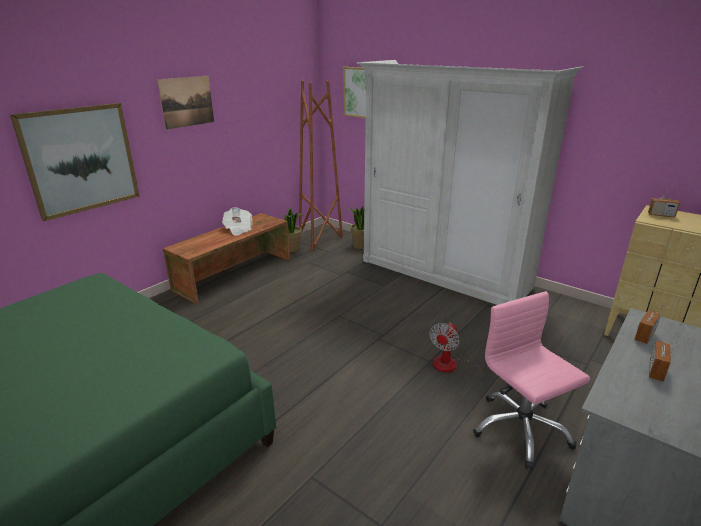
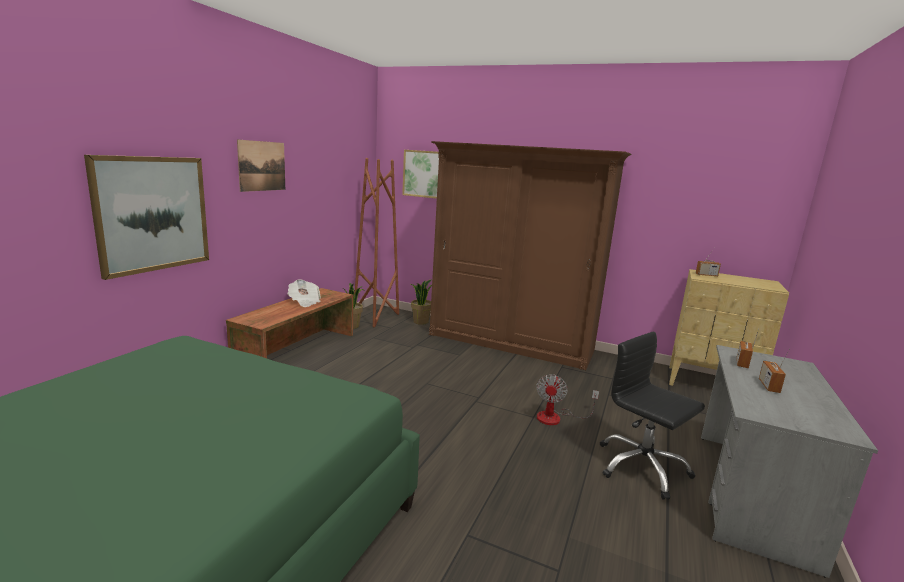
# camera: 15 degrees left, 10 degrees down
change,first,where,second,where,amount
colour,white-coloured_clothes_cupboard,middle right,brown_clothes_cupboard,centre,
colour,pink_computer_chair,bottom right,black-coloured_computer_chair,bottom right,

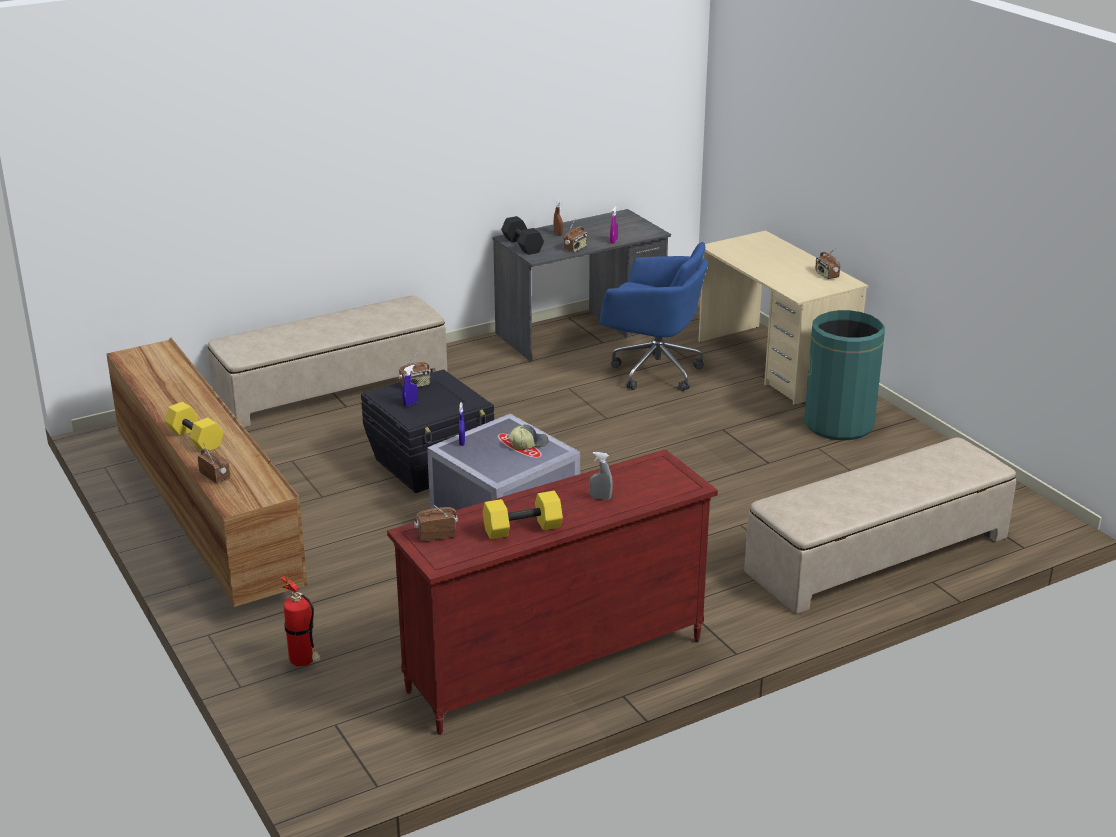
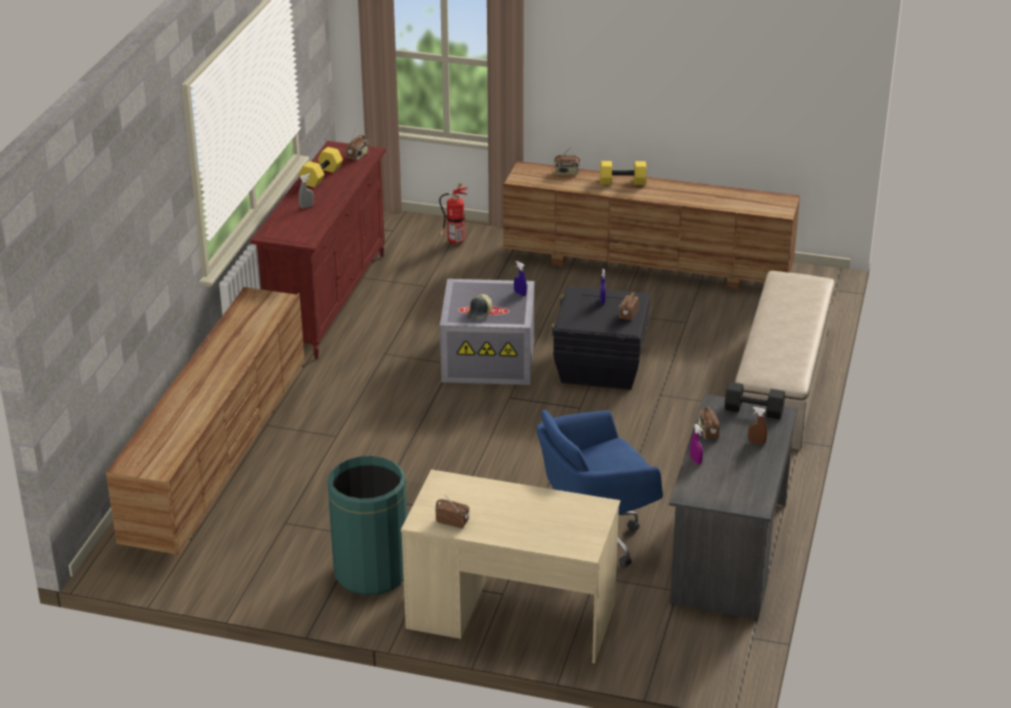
# camera: 135 degrees right, 5 degrees up
change,first,where,second,where,amount
exchanged,beige-coloured_bench (no. 2 from left),middle right,brown_cupboard (no. 1 from left),middle left,

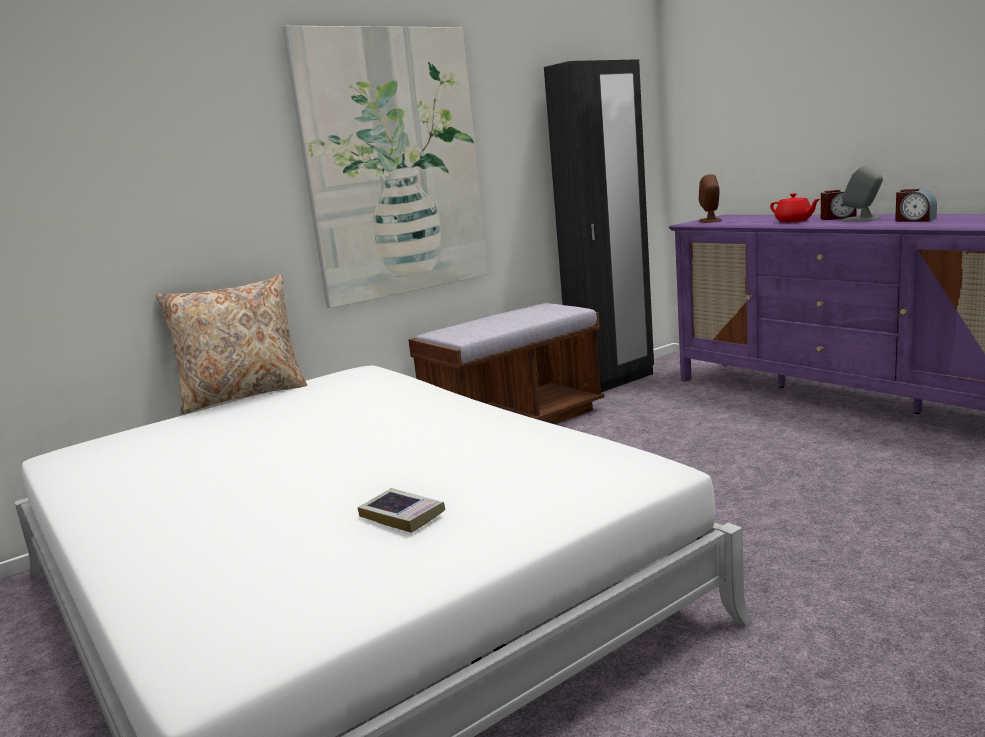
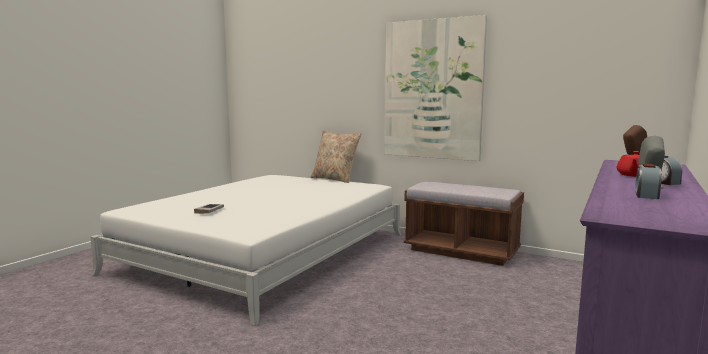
# camera: 65 degrees right, 5 degrees down
change,first,where,second,where,amount
missing,black-coloured_clothes_cupboard,top centre,,,

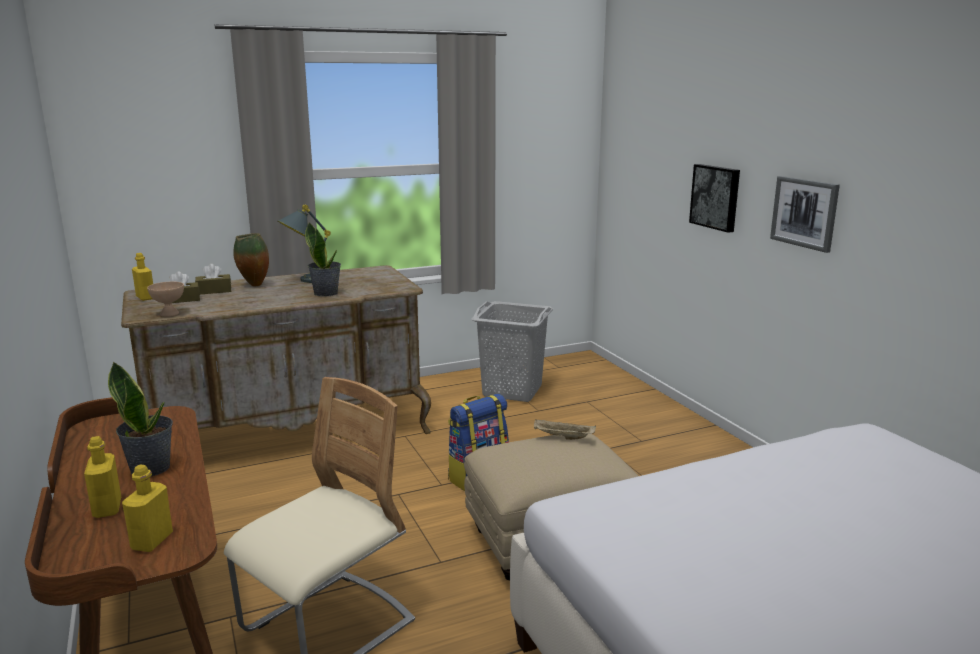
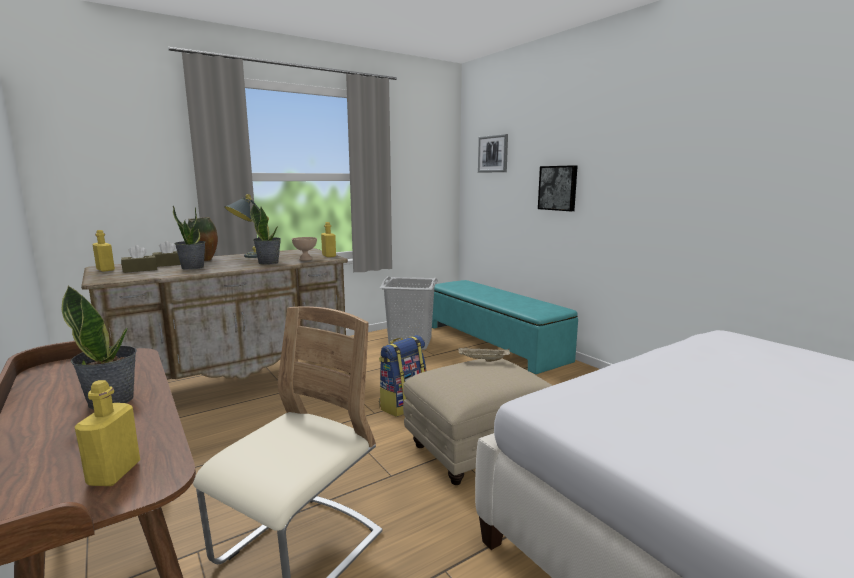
# camera: 10 degrees left, 5 degrees down
change,first,where,second,where,amount
appeared,,,plant_in_a_pot (no. 2 from left),middle left,
appeared,,,turquoise_bench,centre,
relocated,yellowish_drink_bottle (no. 1 from left in the first image),bottom left,yellowish_drink_bottle (no. 3 from left),centre,
relocated,beige-coloured_serving_bowl,middle left,,centre,
relocated,wall_picture (no. 2 from left in the first image),top right,wall_picture (no. 1 from left),top centre,

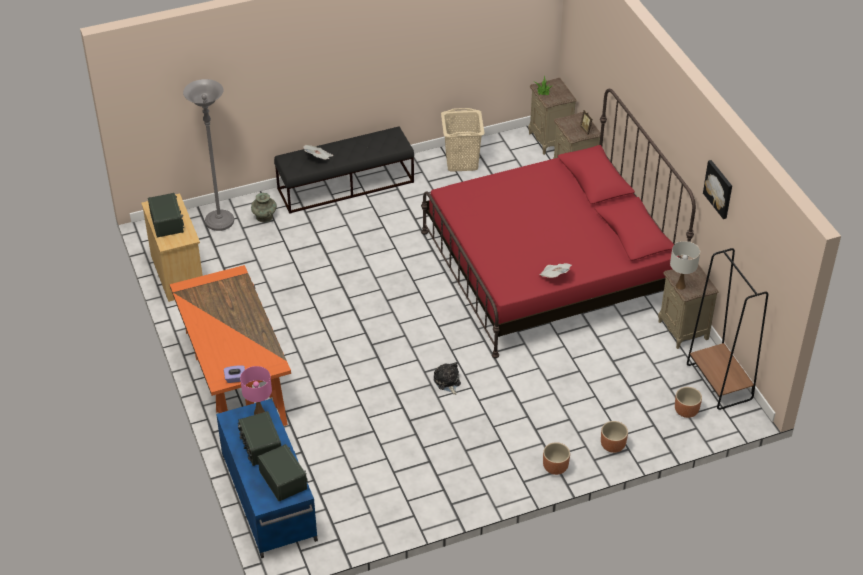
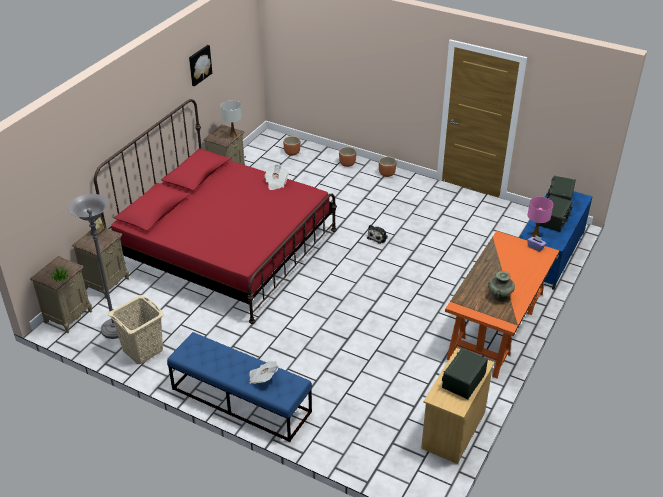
# camera: 130 degrees left, 5 degrees down
change,first,where,second,where,amount
missing,clothes_rack,middle right,,,
relocated,grey_standard_lamp,top left,,middle left,
relocated,turquoise_decorative_vase,middle left,,middle right,
colour,black-coloured_bench,top centre,blue-coloured_bench,bottom centre,

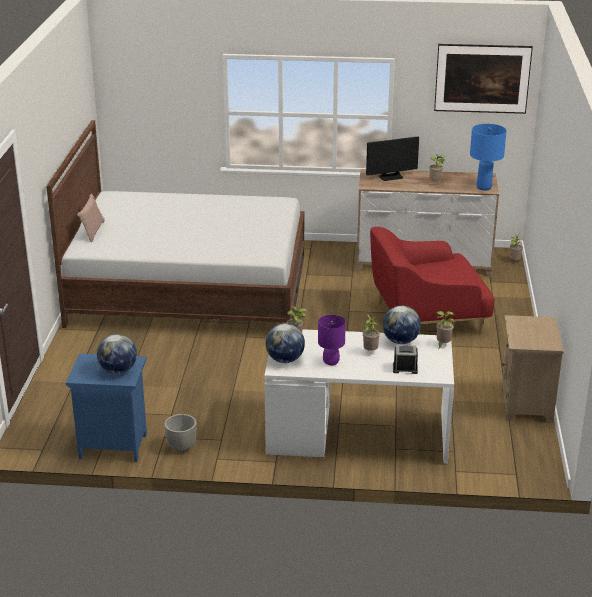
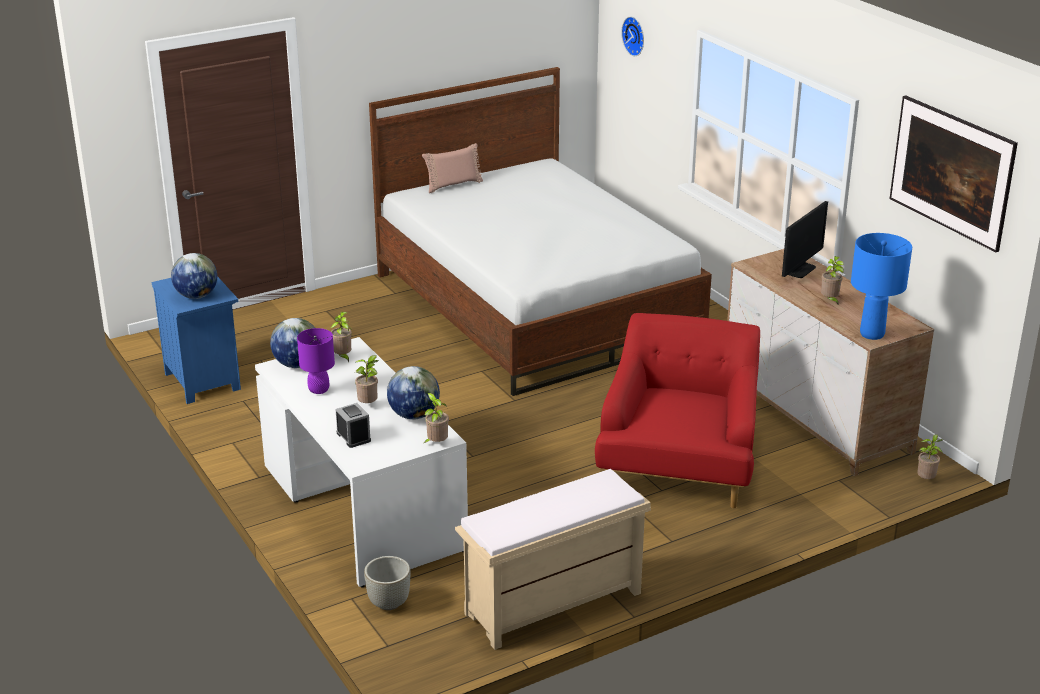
# camera: 55 degrees right, 0 degrees up
change,first,where,second,where,amount
appeared,,,wall_clock,top centre,
relocated,grey_flower_pot,bottom left,,bottom centre,
exchanged,beige-coloured_night_table,middle right,beige-coloured_bench,bottom centre,
spun,monitor,top centre,,middle right,90 degrees counterclockwise
spun,red-coloured_easy_chair,middle right,,centre,60 degrees clockwise

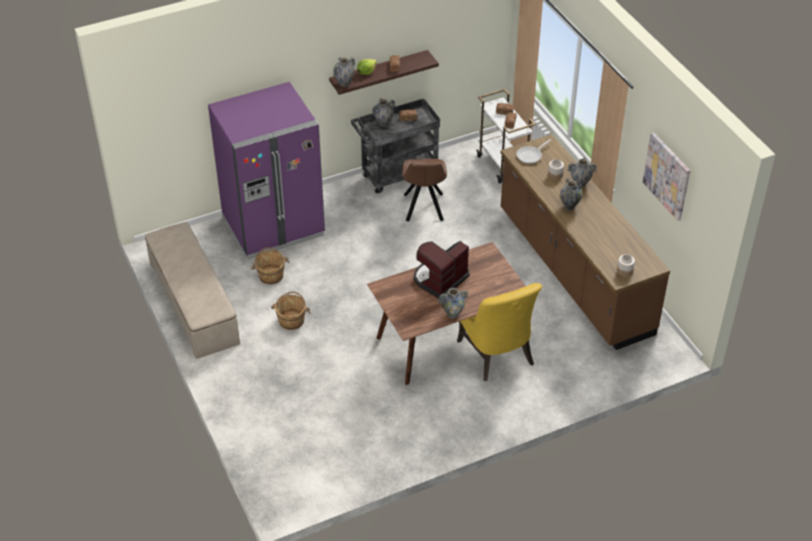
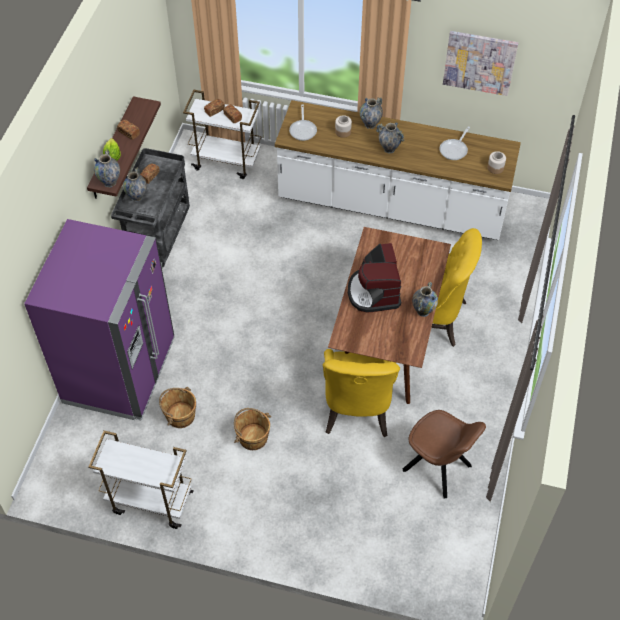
# camera: 50 degrees left, 10 degrees up
change,first,where,second,where,amount
appeared,,,yellowish_upright_chair (no. 1 from left),centre,
appeared,,,skillet (no. 2 from left),top right,
relocated,brown_upright_chair,centre,,bottom right,
exchanged,beige-coloured_bench,middle left,white-coloured_cart (no. 1 from left),bottom left,
colour,brown_counter,middle right,white-coloured_counter,top centre,

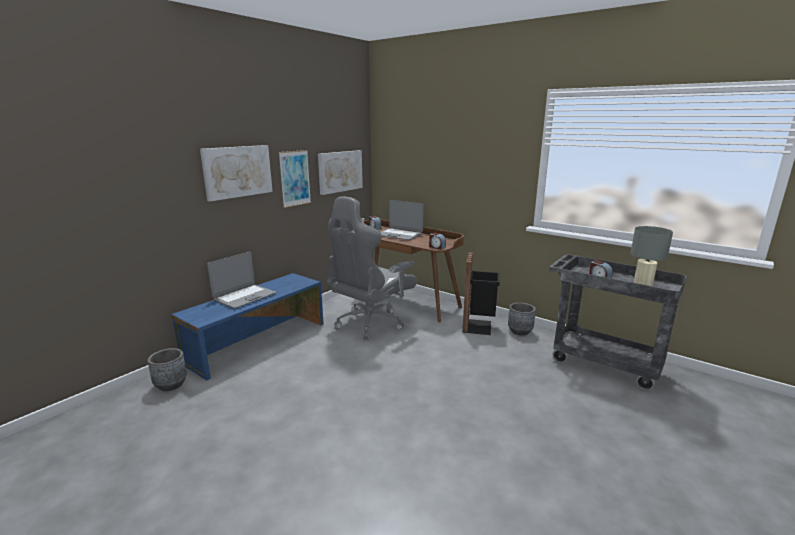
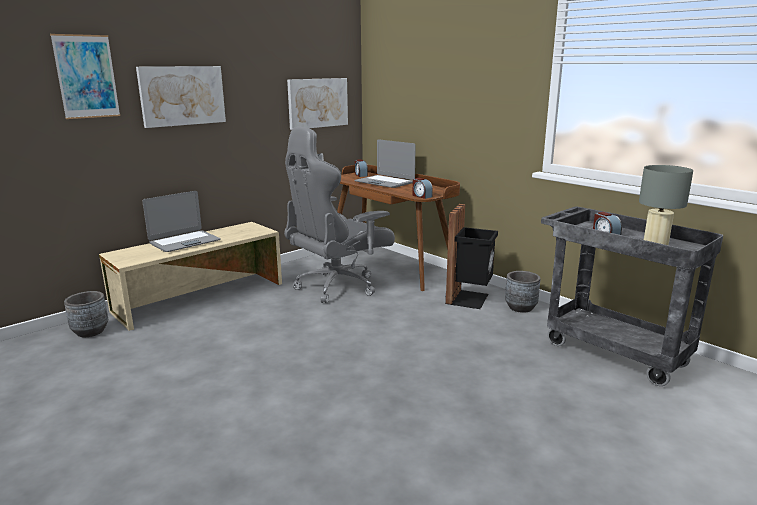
# camera: 10 degrees right, 0 degrees up
change,first,where,second,where,amount
relocated,wall_picture (no. 2 from left in the first image),centre,wall_picture (no. 1 from left),top left,
colour,blue-coloured_bench,middle left,beige-coloured_bench,middle left,

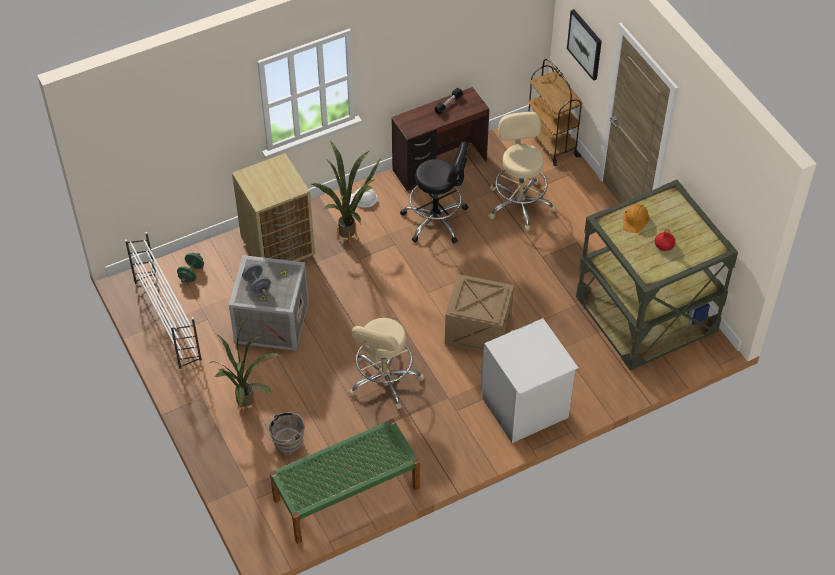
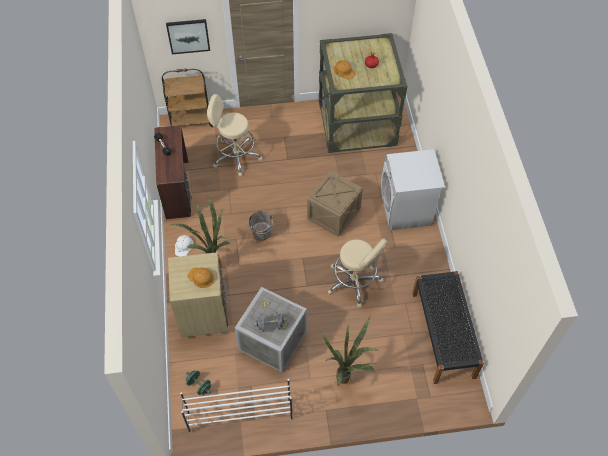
# camera: 70 degrees left, 5 degrees up
change,first,where,second,where,amount
missing,black-coloured_sitting_stool,centre,,,
appeared,,,orangey_work_helmet (no. 1 from left),middle left,
relocated,brown_bucket,bottom centre,,centre,
colour,green_bench,bottom centre,black-coloured_bench,bottom right,

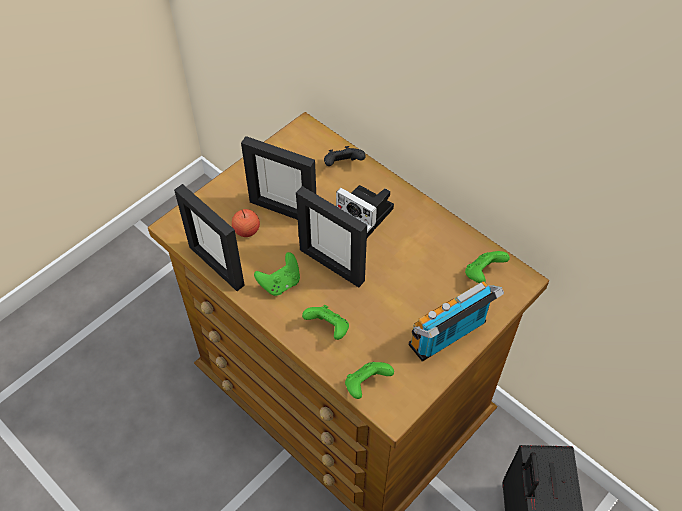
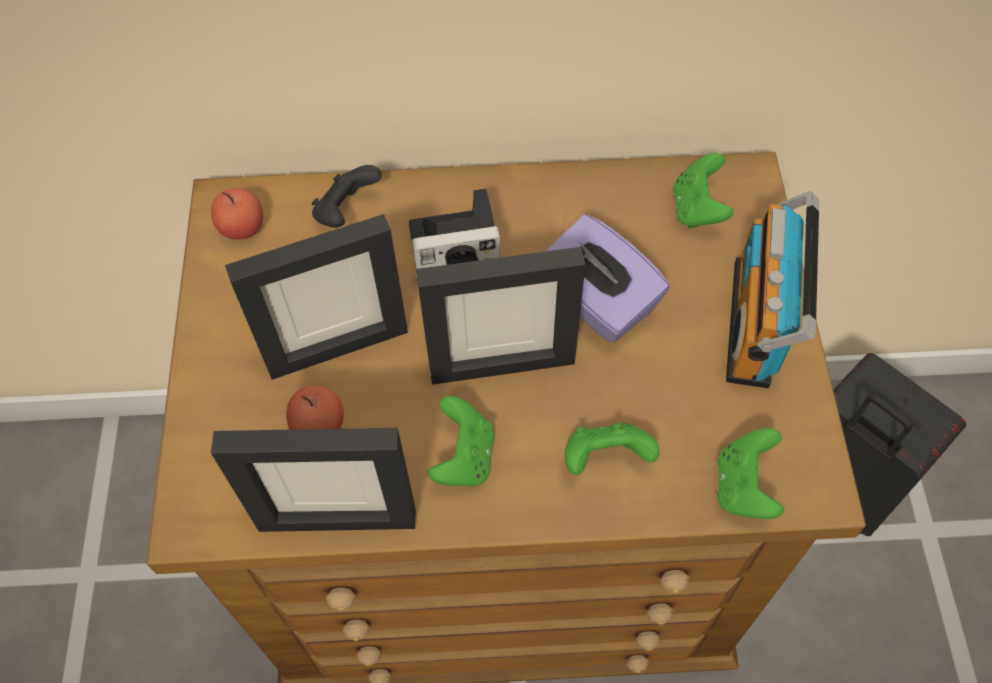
# camera: 45 degrees left, 5 degrees up
change,first,where,second,where,amount
appeared,,,apple_fruit (no. 1 from left),top left,
appeared,,,purplish_box_of_tissues,centre,

